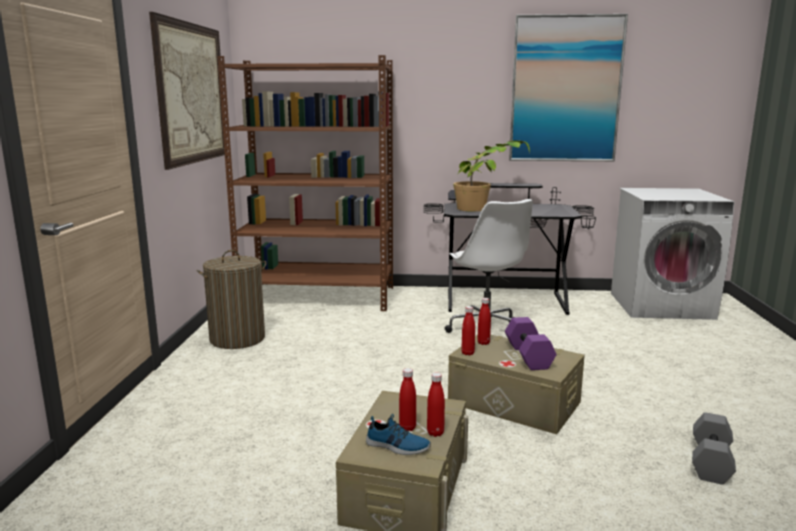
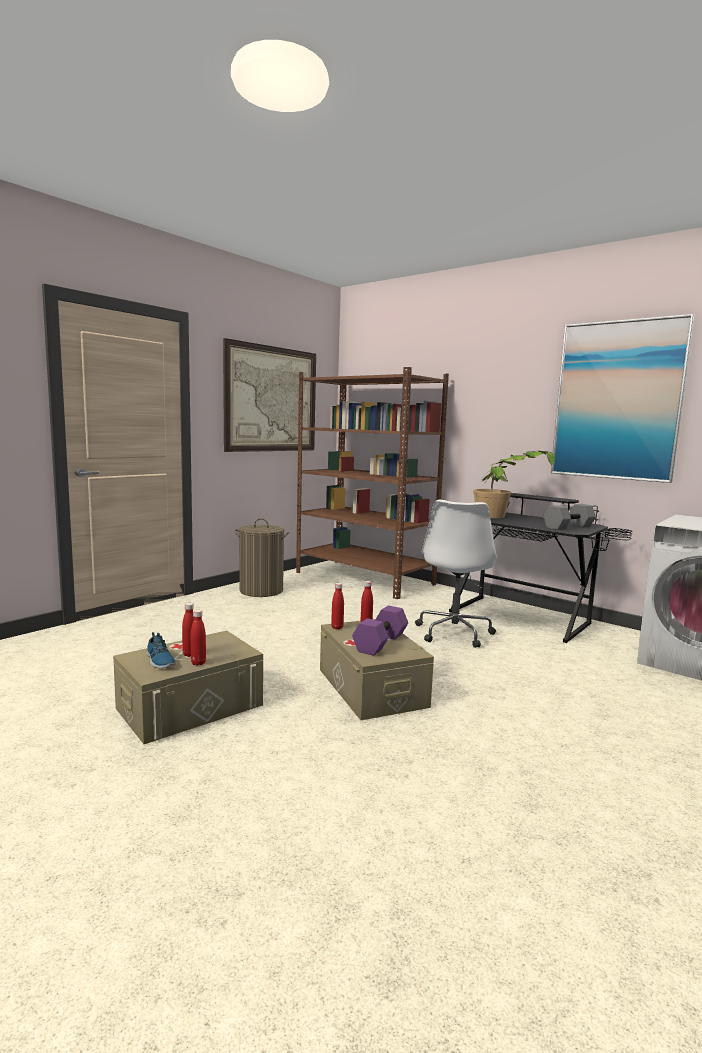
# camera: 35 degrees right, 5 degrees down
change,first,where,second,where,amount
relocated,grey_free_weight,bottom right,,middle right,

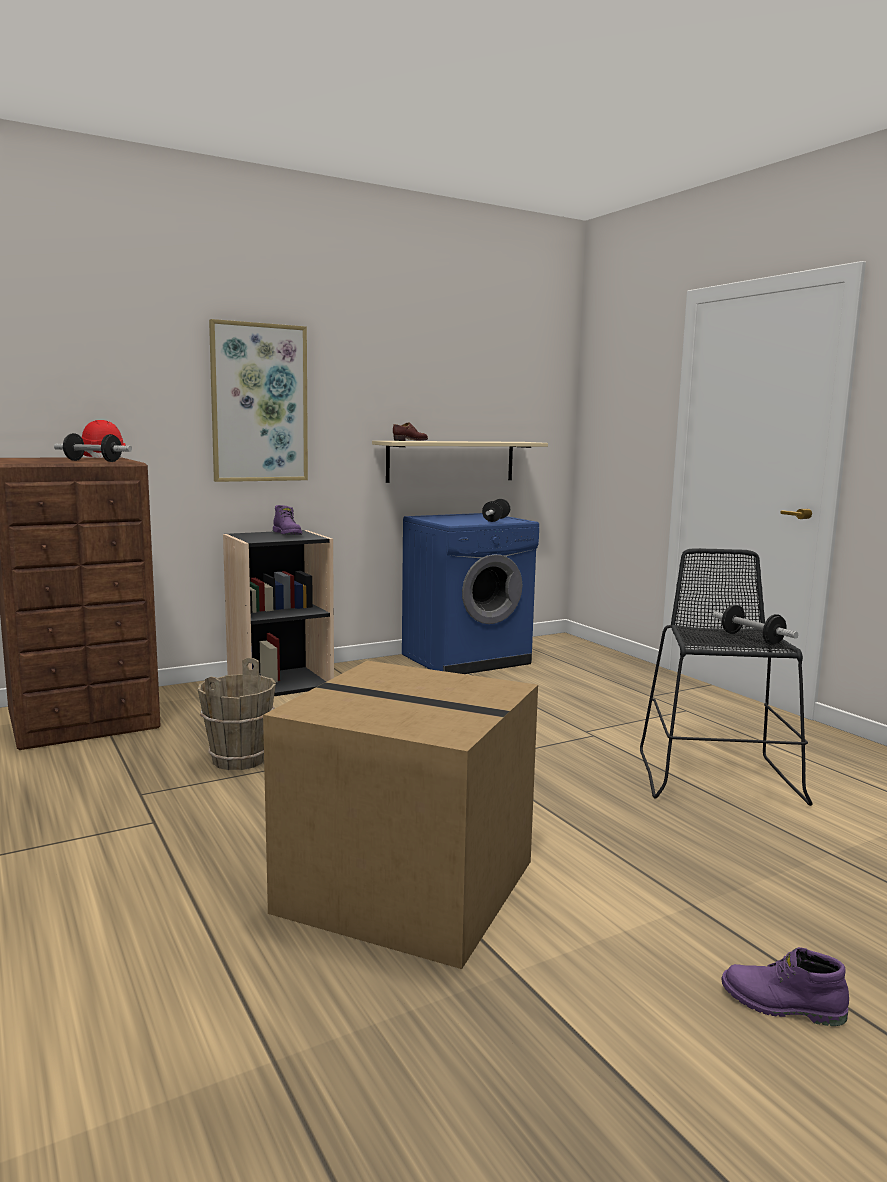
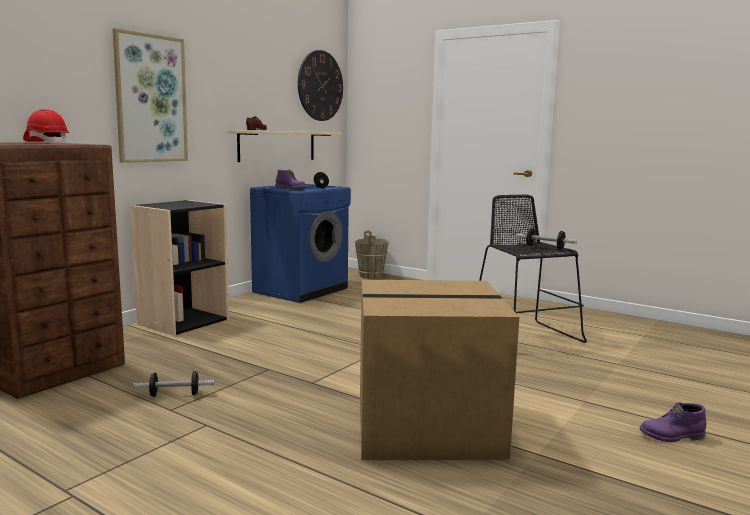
# camera: 25 degrees left, 0 degrees up
change,first,where,second,where,amount
appeared,,,wall_clock,top centre,
relocated,free_weight (no. 1 from left),middle left,,bottom left,
relocated,brown_bucket,middle left,,centre,
relocated,purplish_tall_boot (no. 1 from left),middle left,,centre,

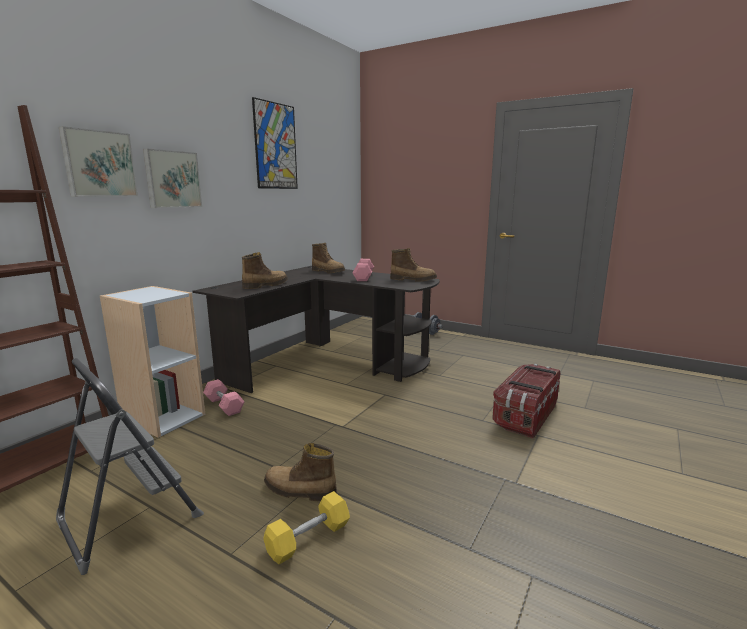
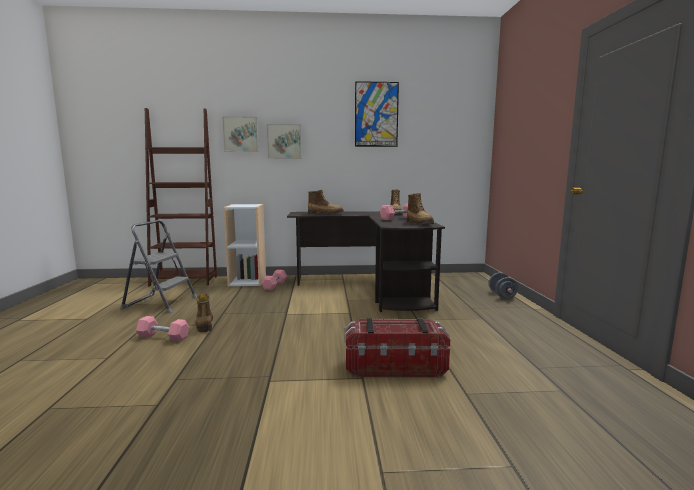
# camera: 55 degrees right, 5 degrees down
change,first,where,second,where,amount
colour,yellowish_free_weight,bottom centre,pink_free_weight (no. 1 from left),bottom left,

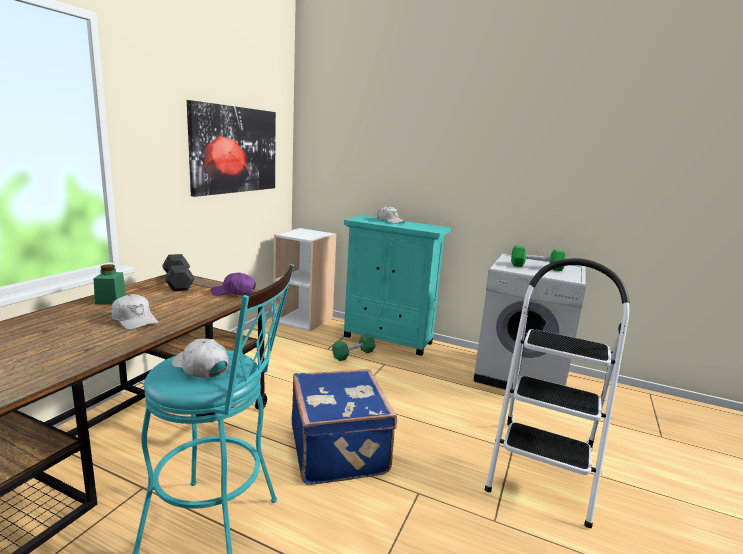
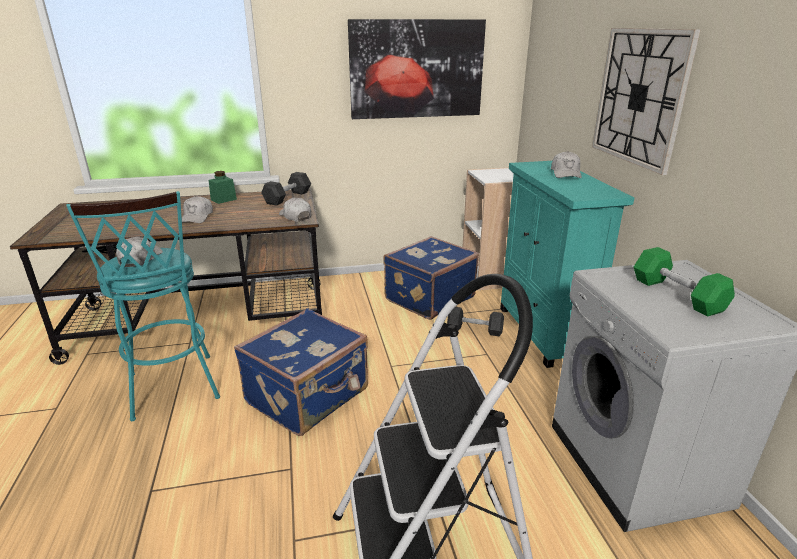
# camera: 55 degrees right, 10 degrees up
change,first,where,second,where,amount
appeared,,,blue-coloured_piece_of_luggage (no. 2 from left),centre,
appeared,,,wall_clock,top right,
colour,purplish_peaked_cap,middle left,white-coloured_peaked_cap (no. 3 from left),centre,
colour,green_free_weight (no. 1 from left),centre,black-coloured_free_weight (no. 2 from left),centre,

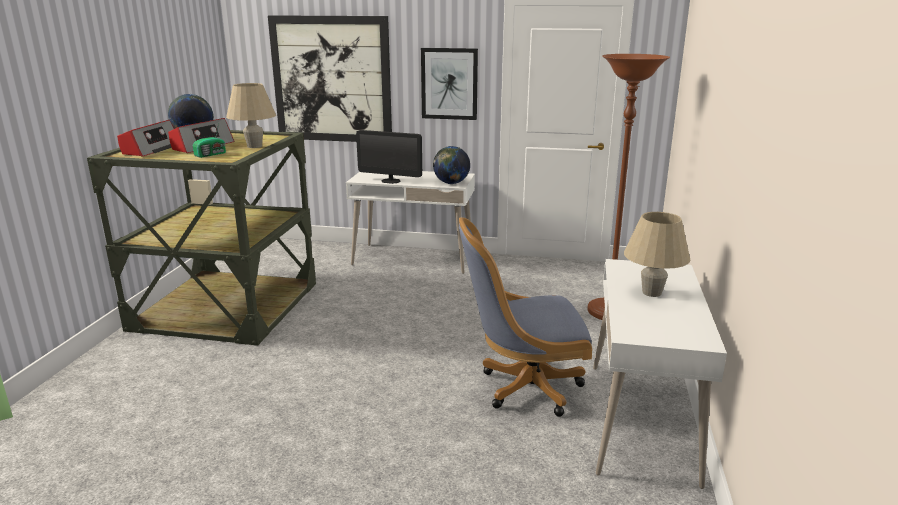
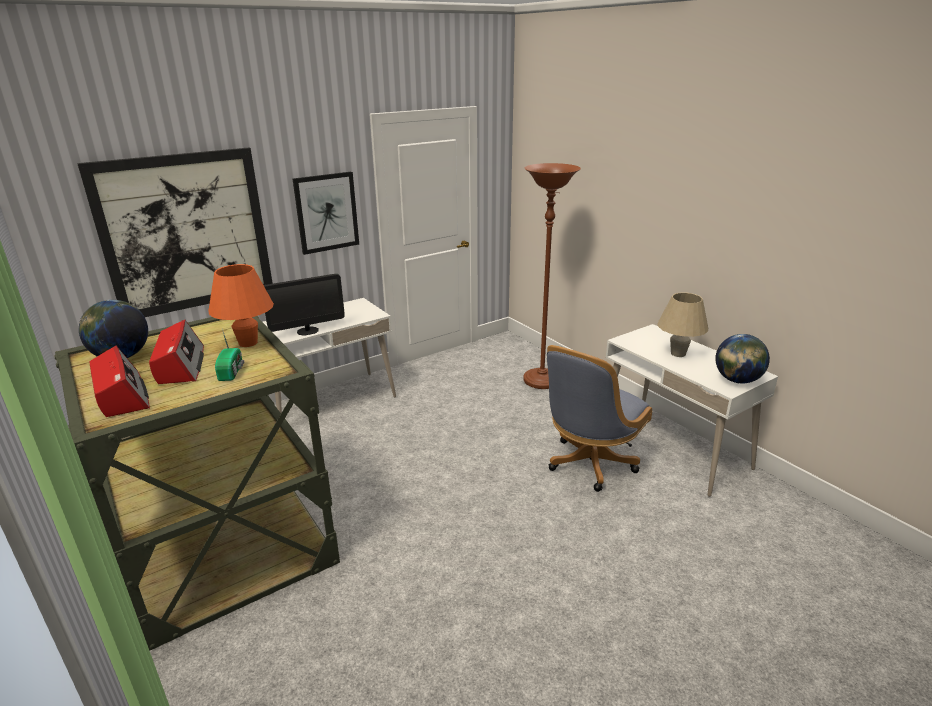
# camera: 45 degrees left, 5 degrees up
change,first,where,second,where,amount
relocated,globe (no. 2 from left),top centre,,middle right,
colour,beige-coloured_tabletop_lamp (no. 1 from left),top left,orangey_tabletop_lamp,middle left,

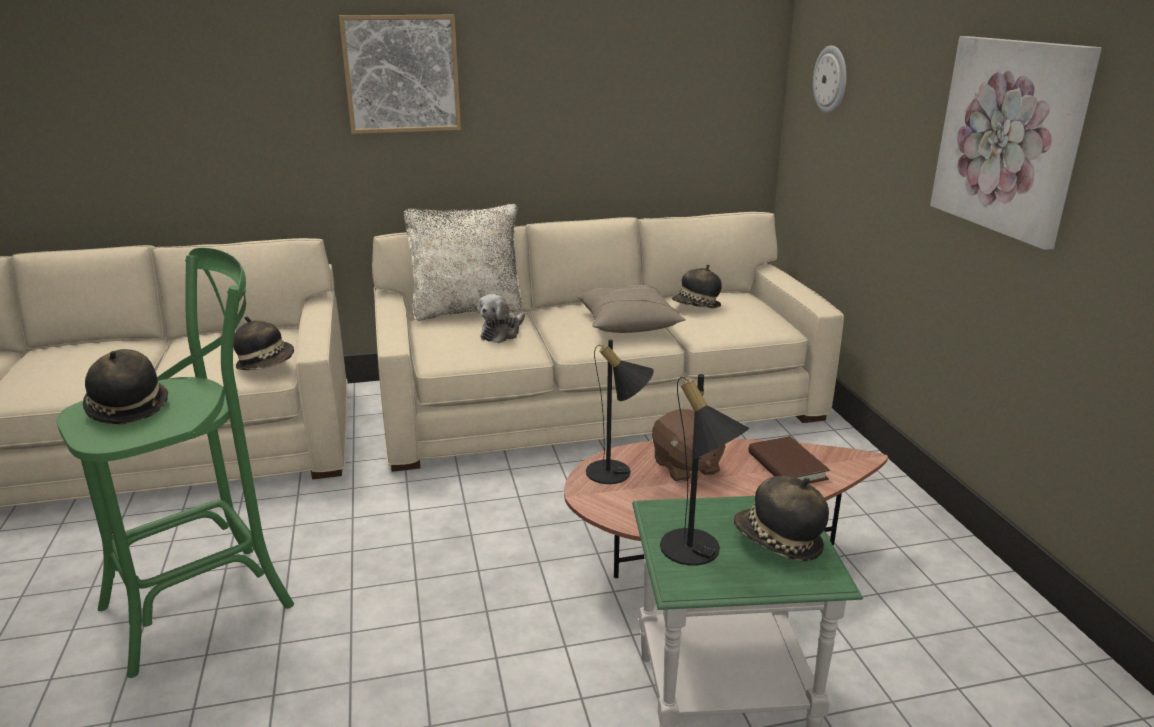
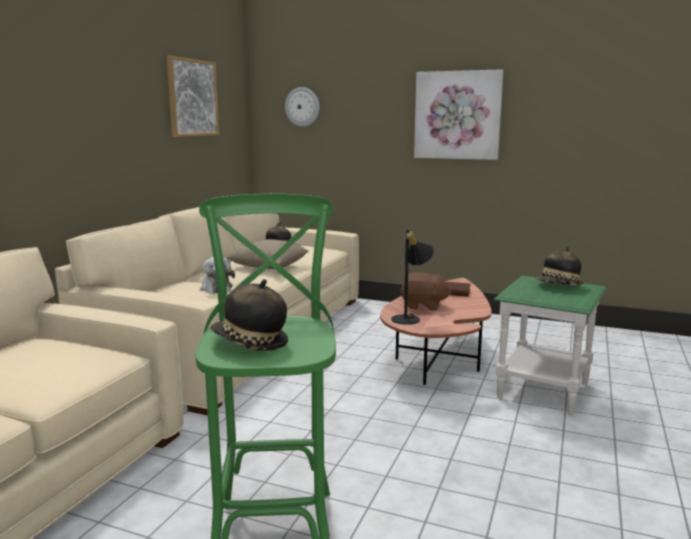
# camera: 55 degrees left, 10 degrees down
change,first,where,second,where,amount
missing,clothing_hat (no. 2 from left),middle left,,,
missing,beige-coloured_throw_pillow (no. 1 from left),centre,,,
missing,black-coloured_tabletop_lamp (no. 2 from left),centre,,,
relocated,wall_picture (no. 1 from left),top centre,,top left,

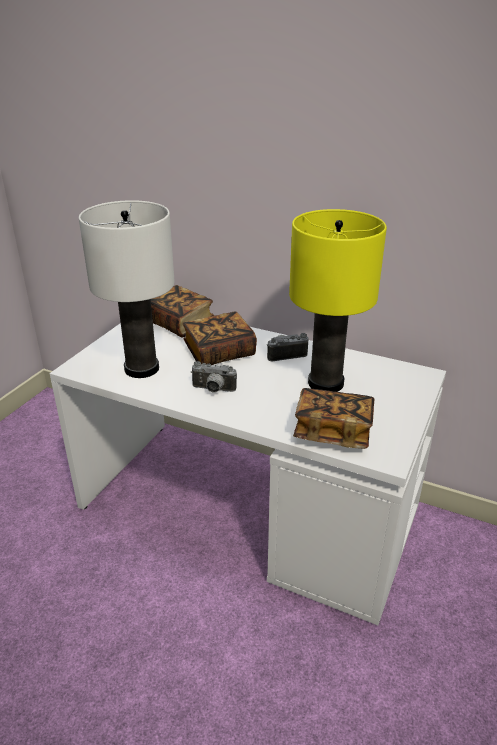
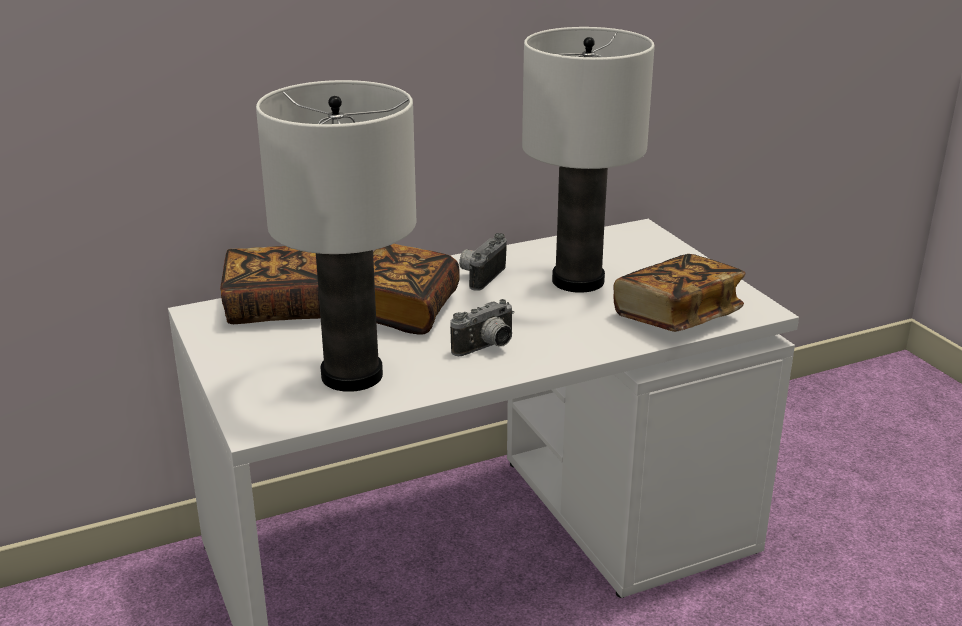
# camera: 50 degrees left, 5 degrees down
change,first,where,second,where,amount
colour,yellowish_tabletop_lamp,middle right,white-coloured_tabletop_lamp (no. 2 from left),top centre,

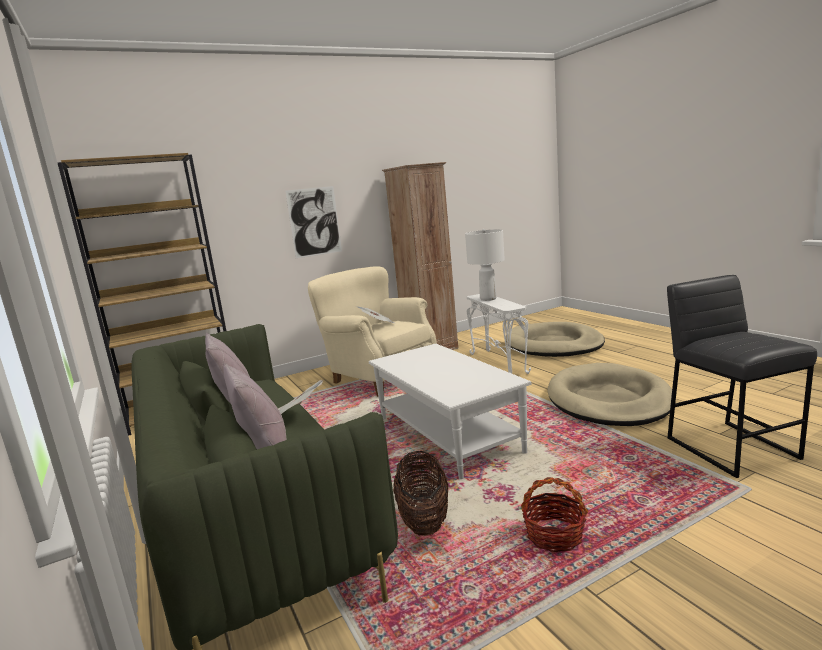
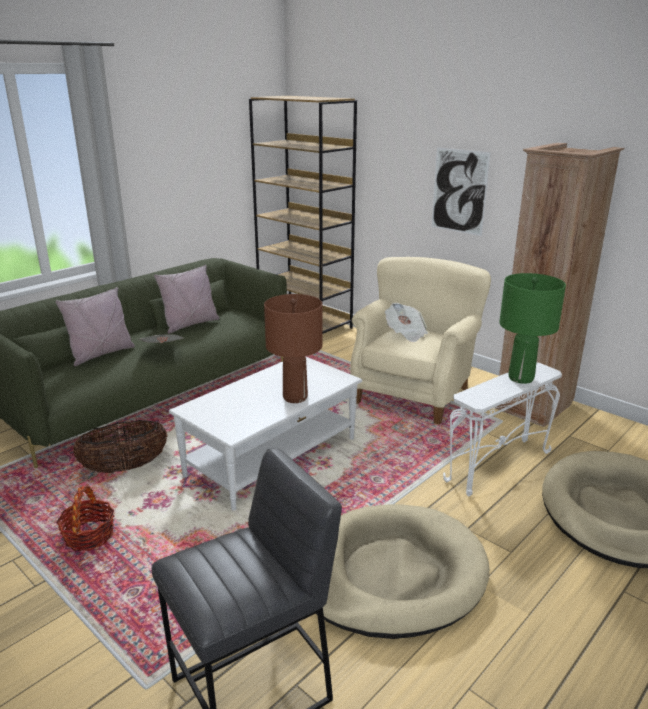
# camera: 70 degrees right, 10 degrees up
change,first,where,second,where,amount
appeared,,,brown_tabletop_lamp,centre,
colour,white-coloured_tabletop_lamp,centre,green_tabletop_lamp,middle right,

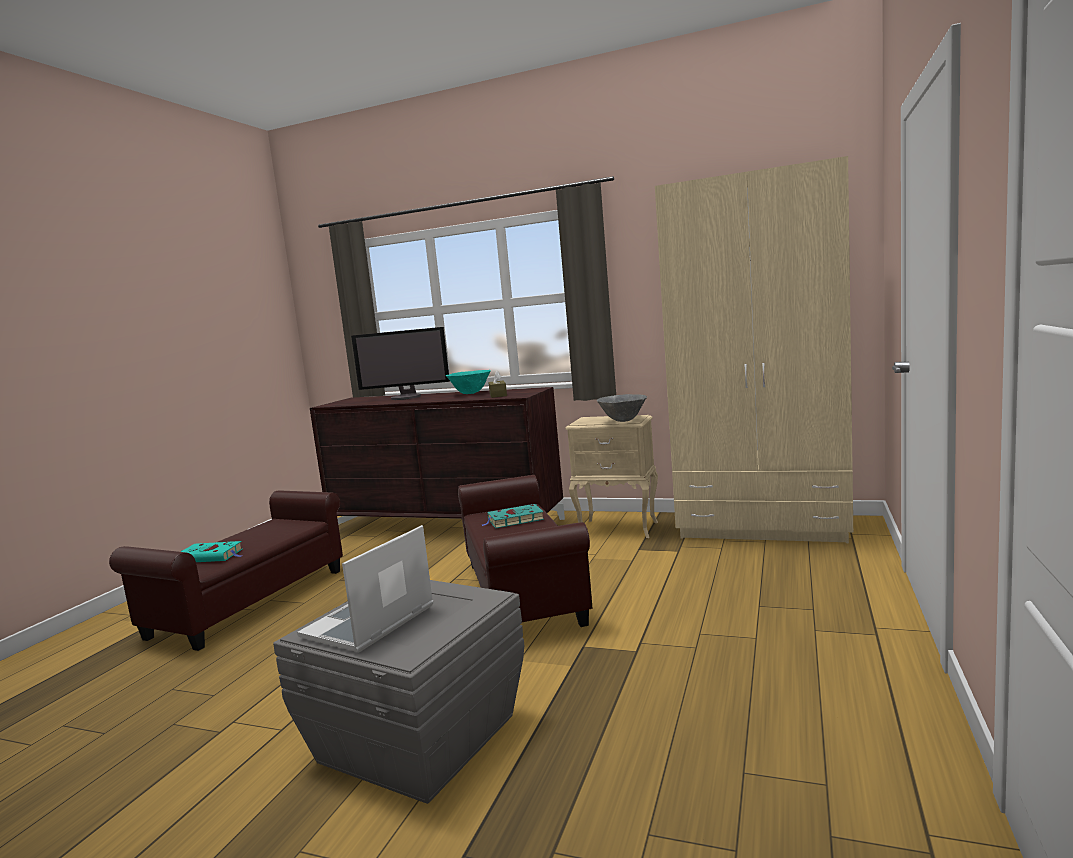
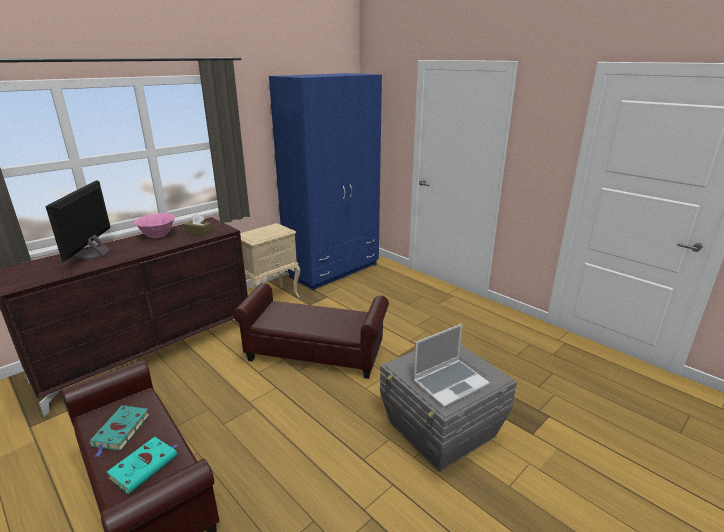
# camera: 65 degrees left, 15 degrees up
change,first,where,second,where,amount
missing,grey_serving_bowl,centre,,,
relocated,turquoise_bound_book (no. 2 from left in the first image),centre,turquoise_bound_book (no. 1 from left),bottom left,
colour,turquoise_serving_bowl,centre,pink_serving_bowl,middle left,
colour,beige-coloured_clothes_cupboard,middle right,blue-coloured_clothes_cupboard,centre,
spun,laptop,bottom centre,,bottom centre,90 degrees counterclockwise
spun,monitor,centre,,middle left,150 degrees clockwise

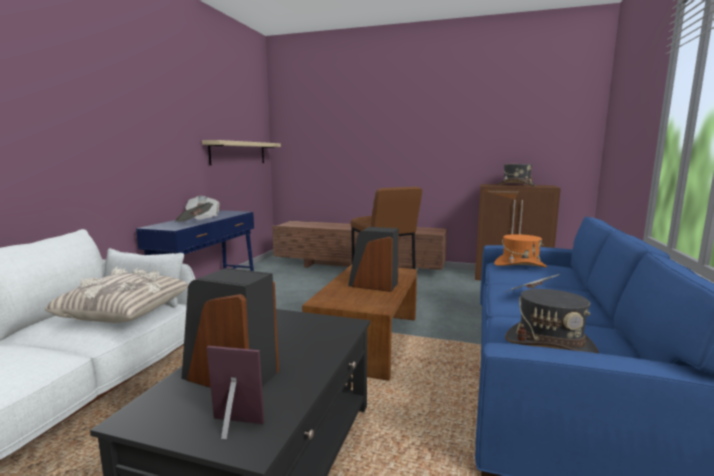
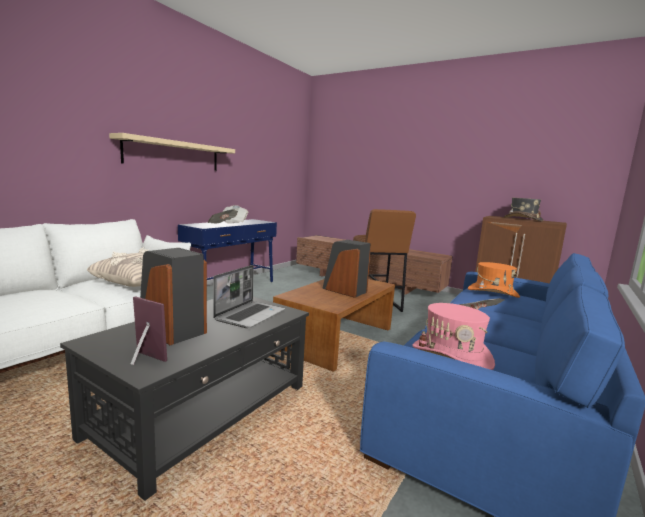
# camera: 15 degrees right, 0 degrees up
change,first,where,second,where,amount
appeared,,,laptop,centre,
relocated,beige-coloured_shelf,top centre,,top left,
colour,grey_clothing_hat (no. 2 from left),bottom right,pink_clothing_hat,middle right,

